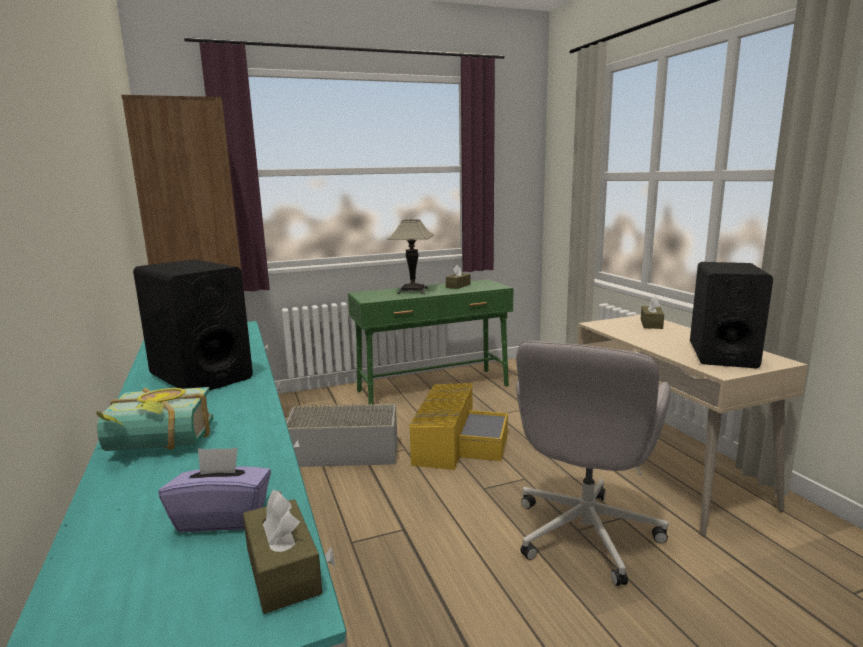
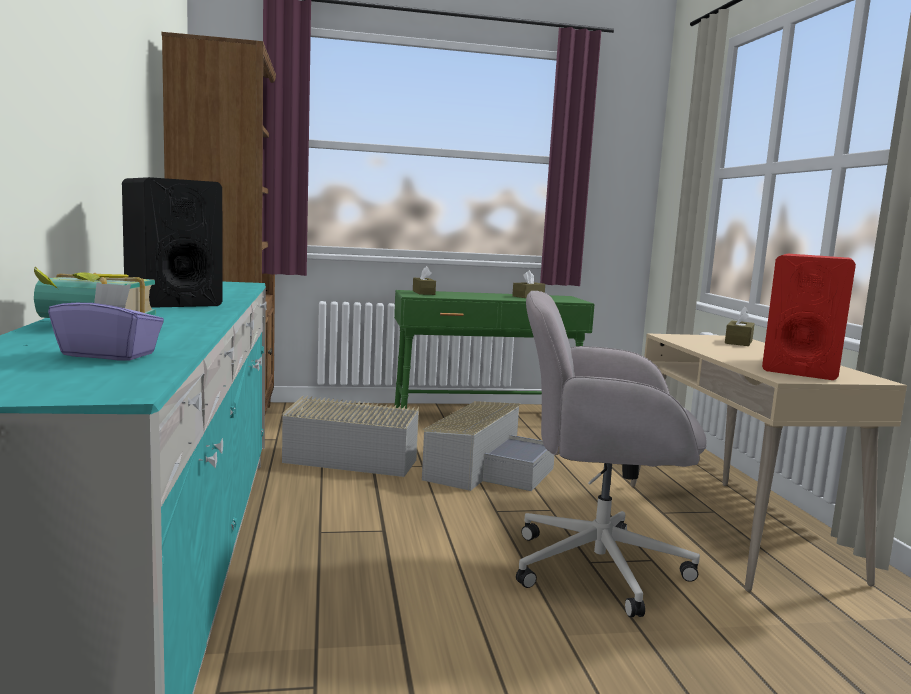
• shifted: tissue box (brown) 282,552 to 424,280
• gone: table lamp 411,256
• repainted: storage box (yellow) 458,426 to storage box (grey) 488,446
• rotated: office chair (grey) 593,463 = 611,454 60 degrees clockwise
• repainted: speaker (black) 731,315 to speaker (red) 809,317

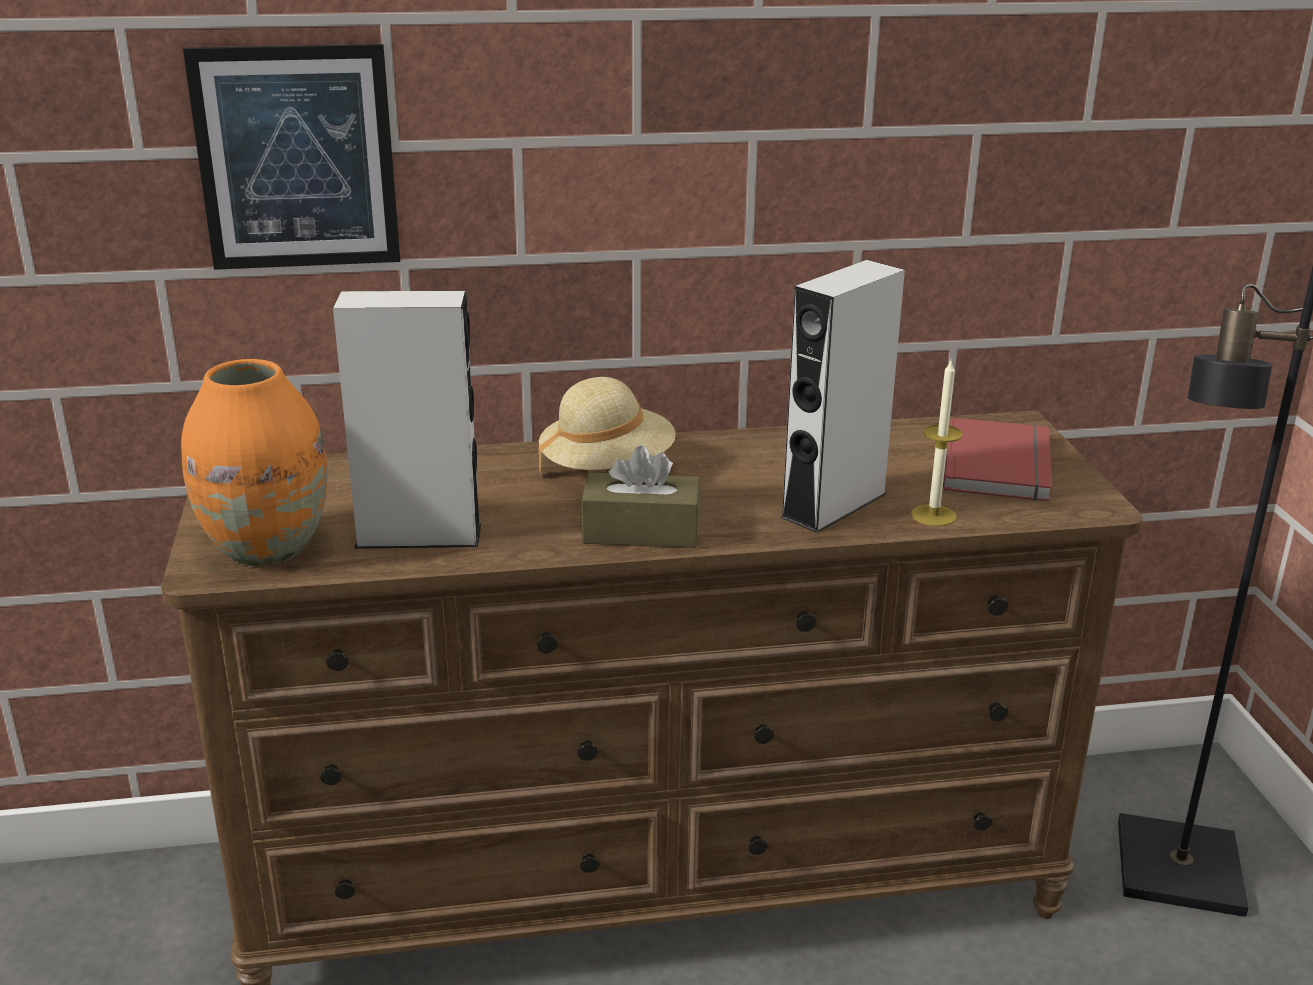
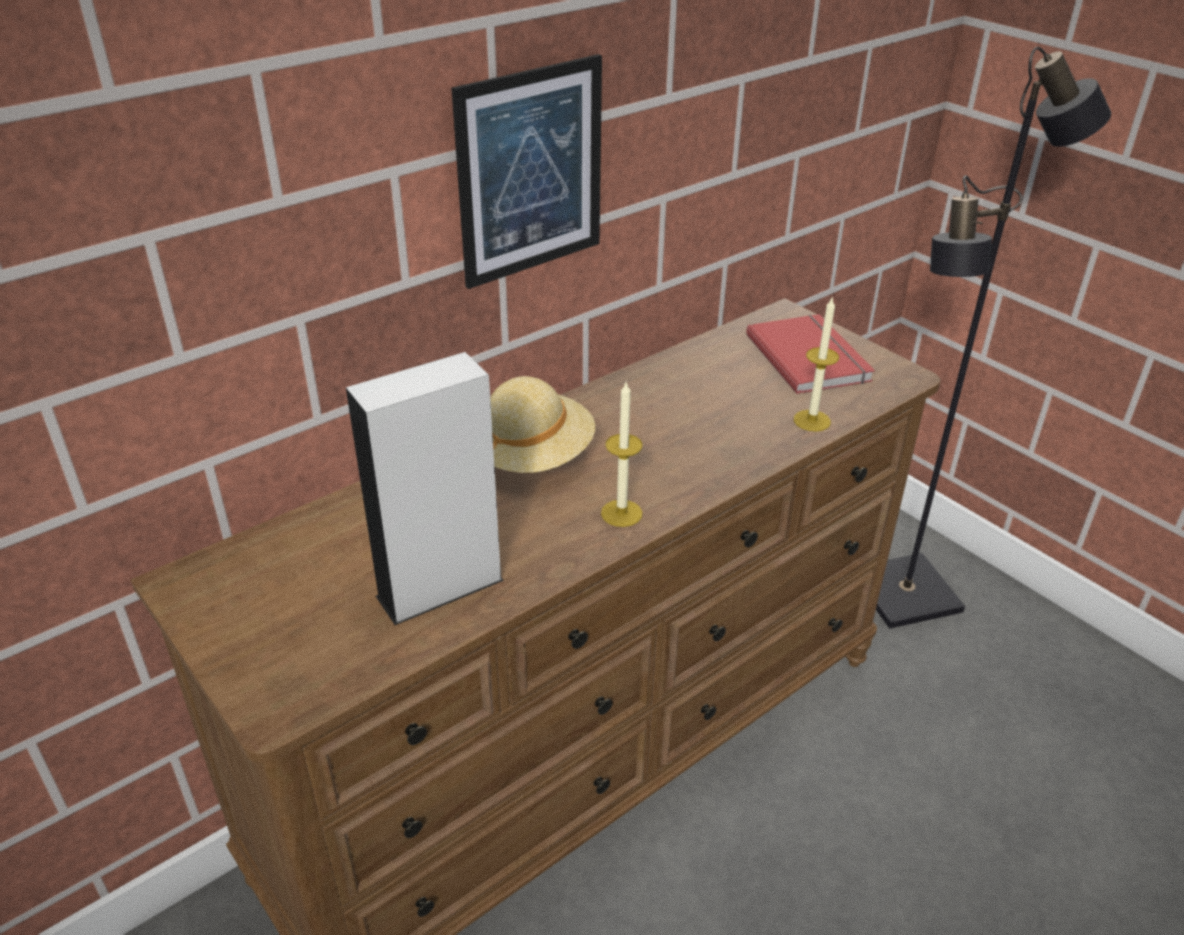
• gone: vase (orange) 254,462
• shifted: picture 291,157 to 526,171
• swapped: tissue box (brown) 641,496 to candle 622,454
• gone: speaker (grey) 842,396

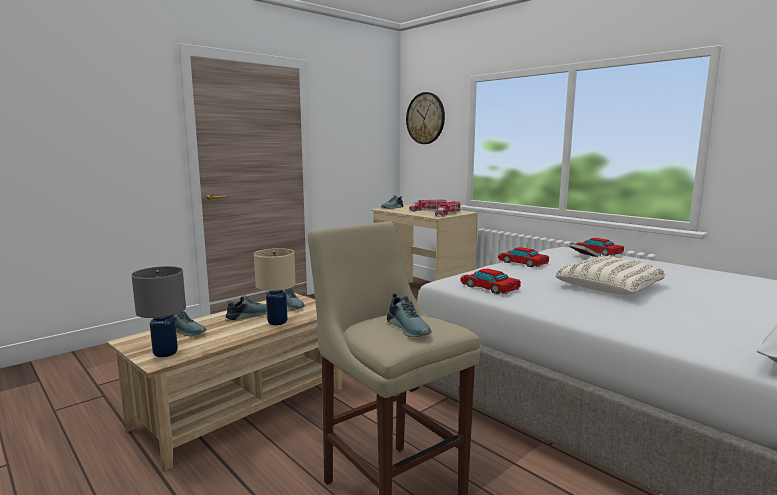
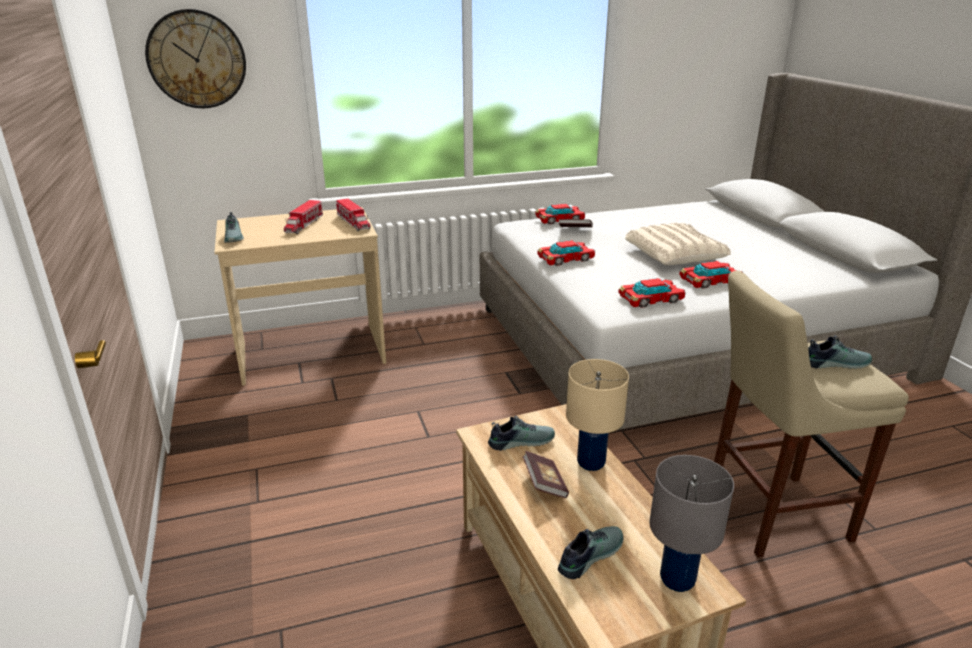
• swapped: shoe 246,307 to book 546,474
• new: toy car 710,275

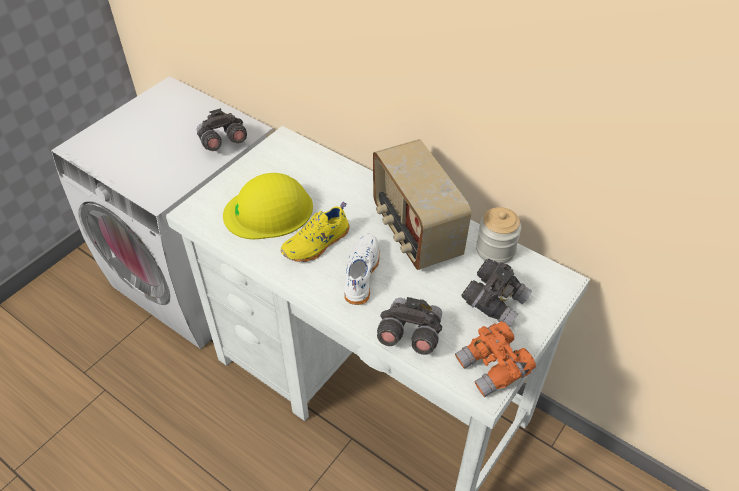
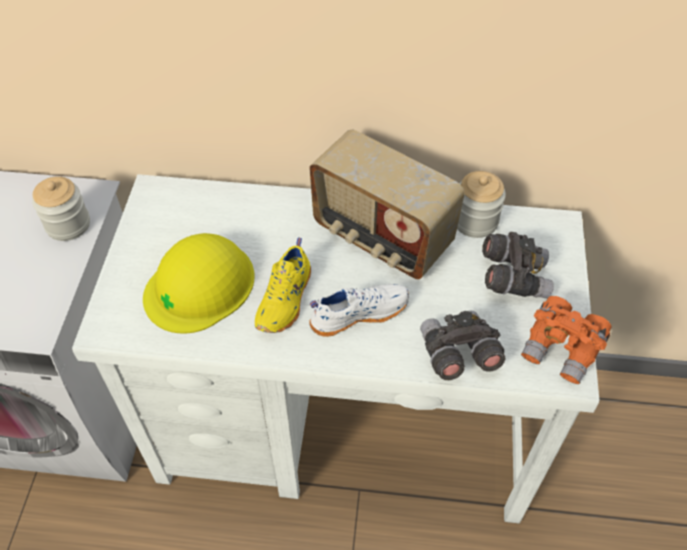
• swapped: binoculars (grey) 222,129 to jar 61,208
• rotated: shoe (white) 362,269 = 359,310 90 degrees clockwise

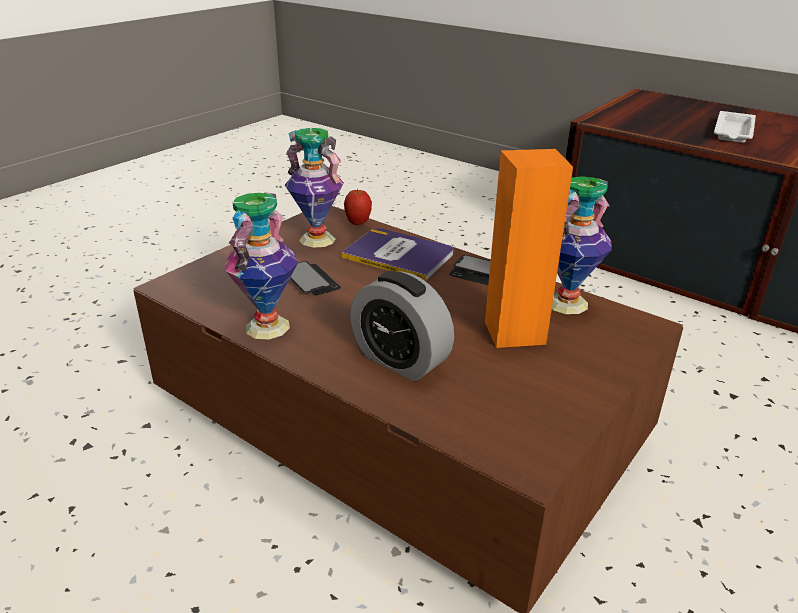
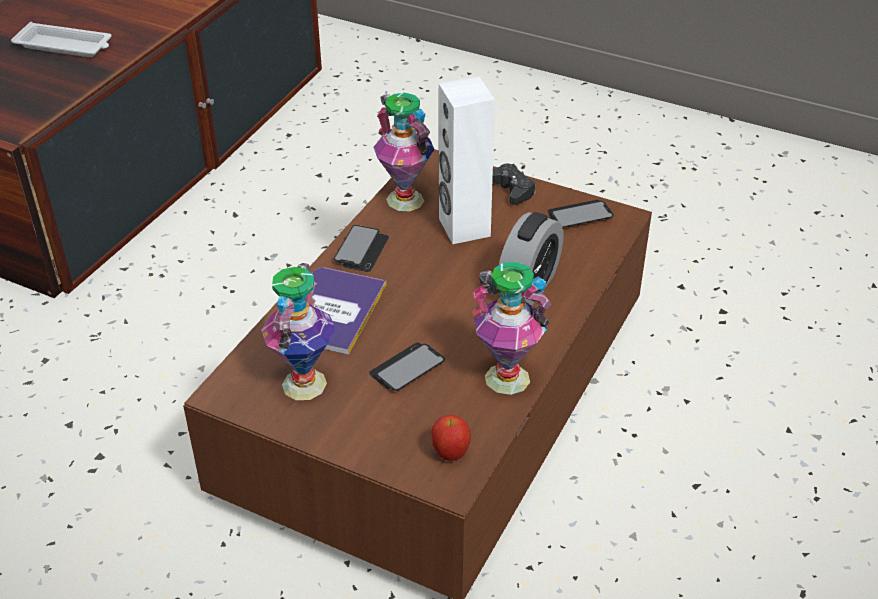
• shifted: apple 358,207 to 451,438
• repainted: speaker (orange) 529,248 to speaker (white) 467,160
• new: game controller (black) 513,184
• new: phone 580,214

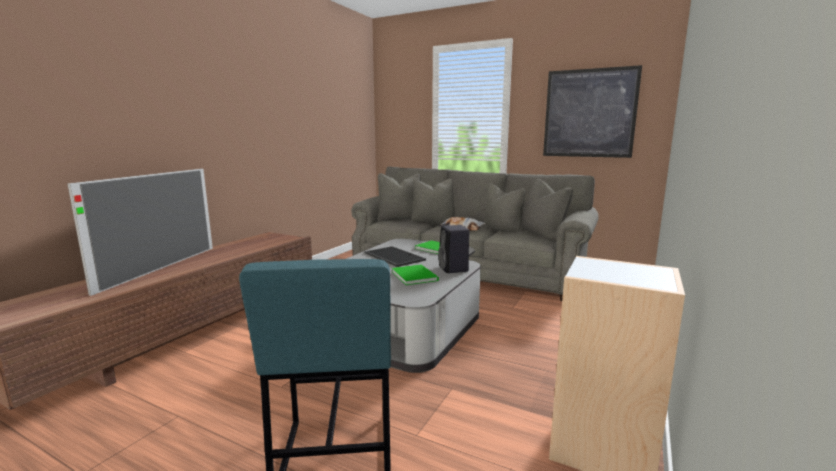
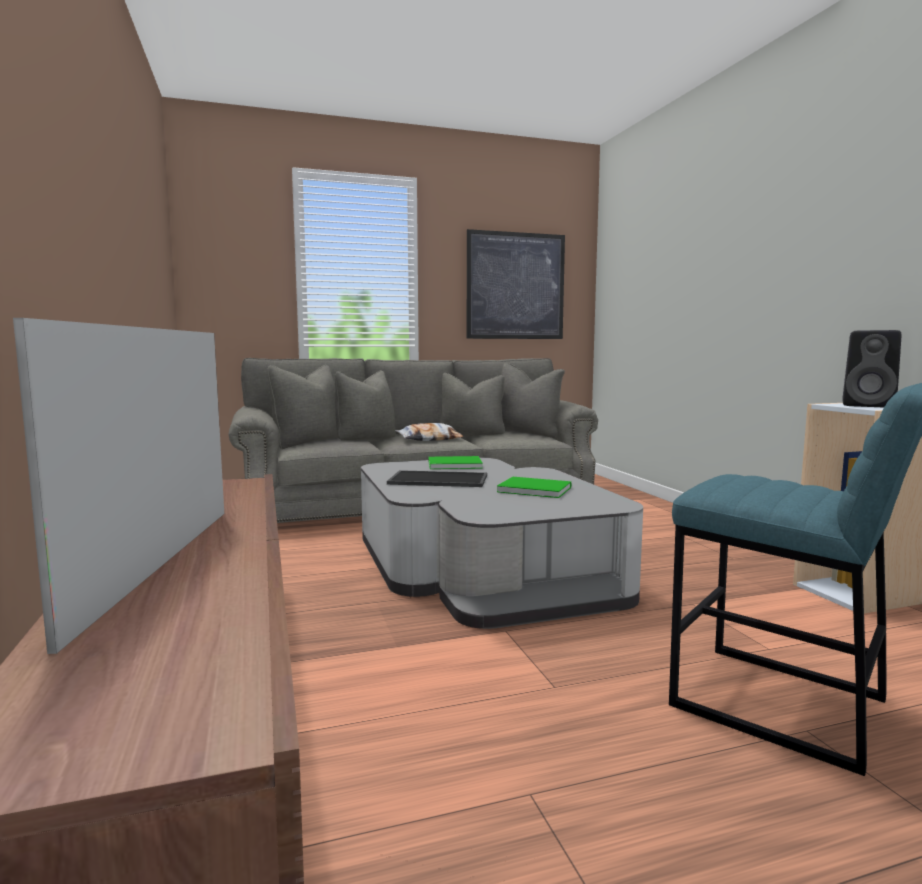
• rotated: television 140,232 = 118,486 150 degrees counterclockwise
• shifted: speaker (black) 453,249 to 871,368

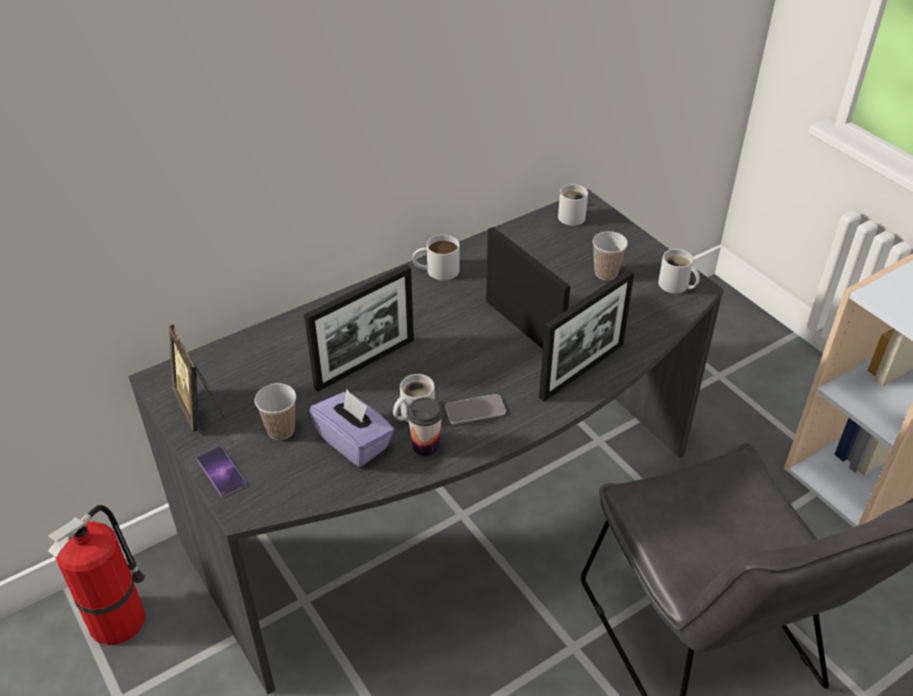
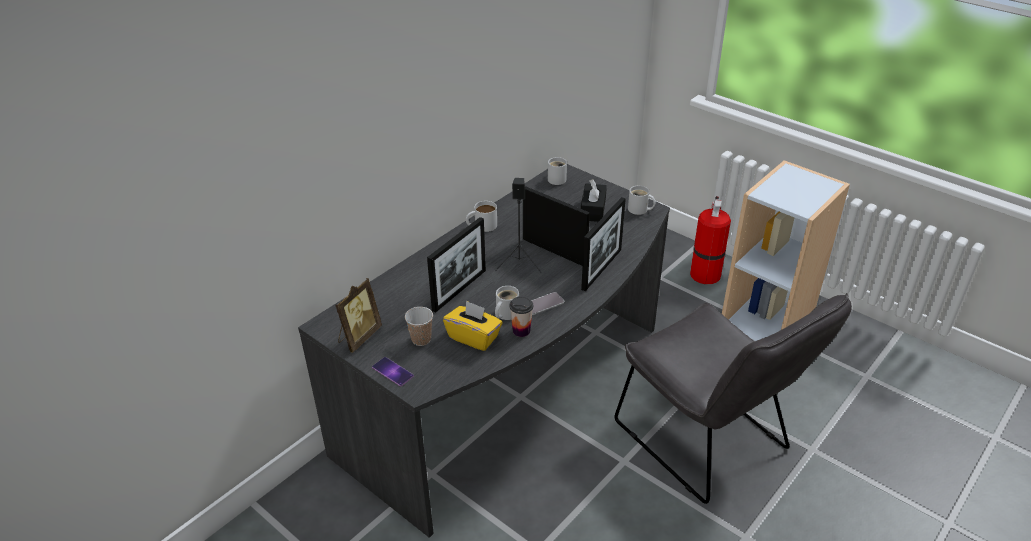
• shifted: fire extinguisher 96,575 to 710,240
• rotated: picture frame 196,378 = 358,315 105 degrees counterclockwise
• repainted: tissue box (purple) 351,428 to tissue box (yellow) 472,325
• swapped: cup 610,255 to tissue box (black) 594,200
• new: speaker (black) 518,225

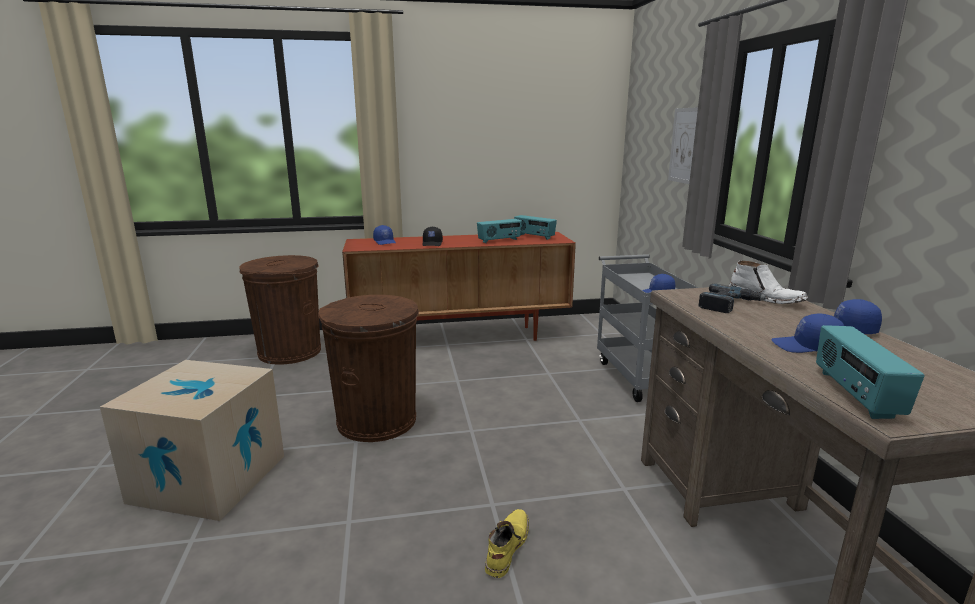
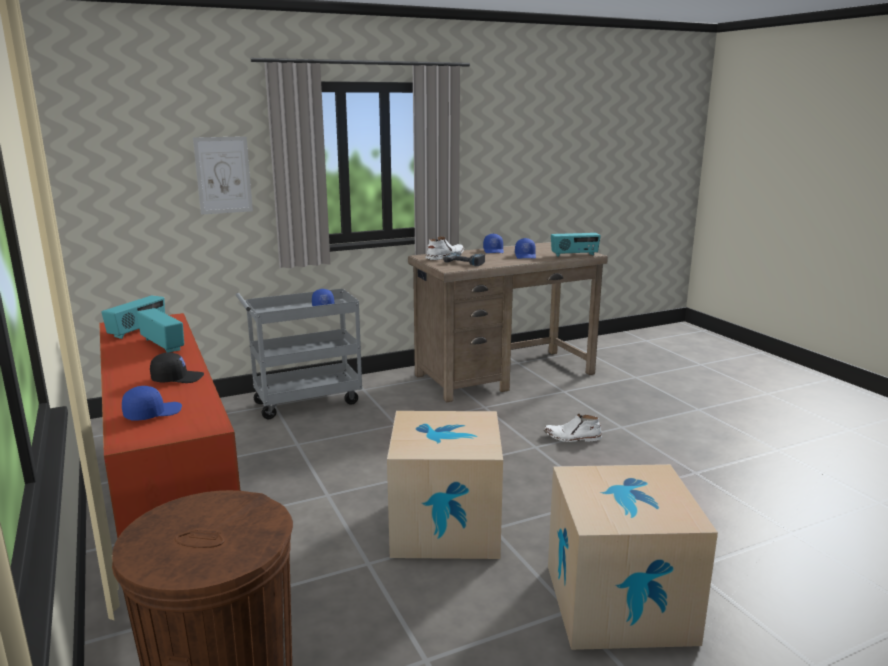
• swapped: trash can (brown) 368,368 to cardboard box 445,485
• repainted: boot (yellow) 507,543 to boot (white) 573,428

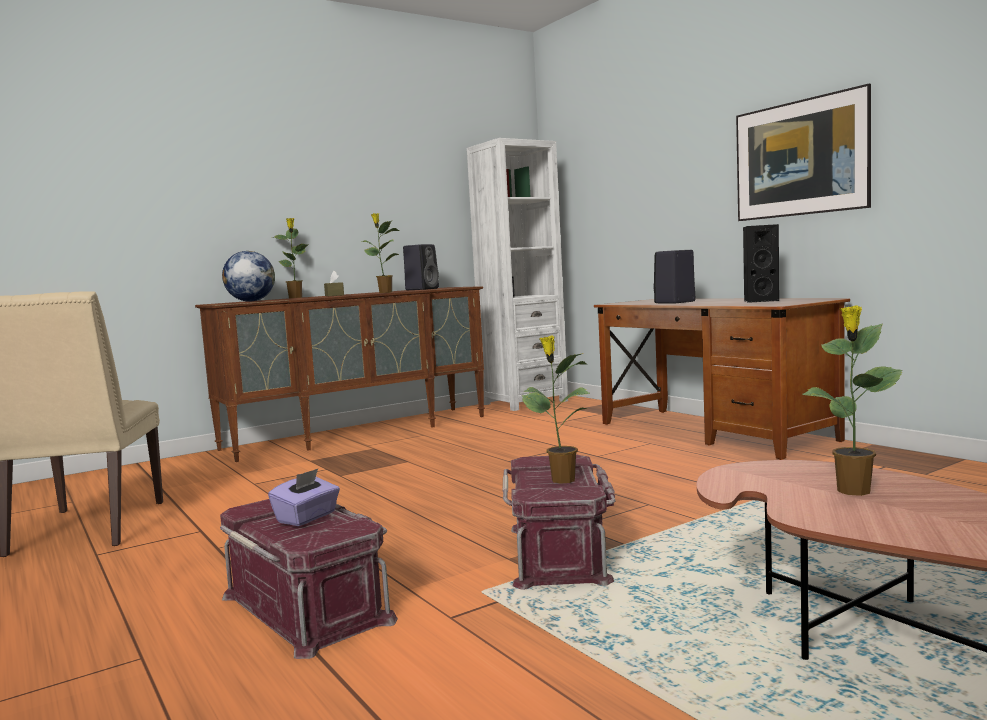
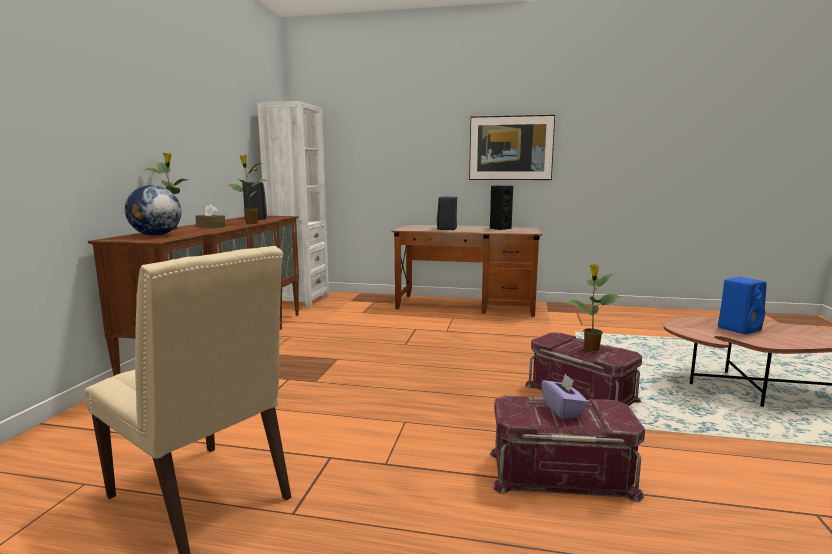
• swapped: potted plant 852,400 to speaker (blue) 742,305

